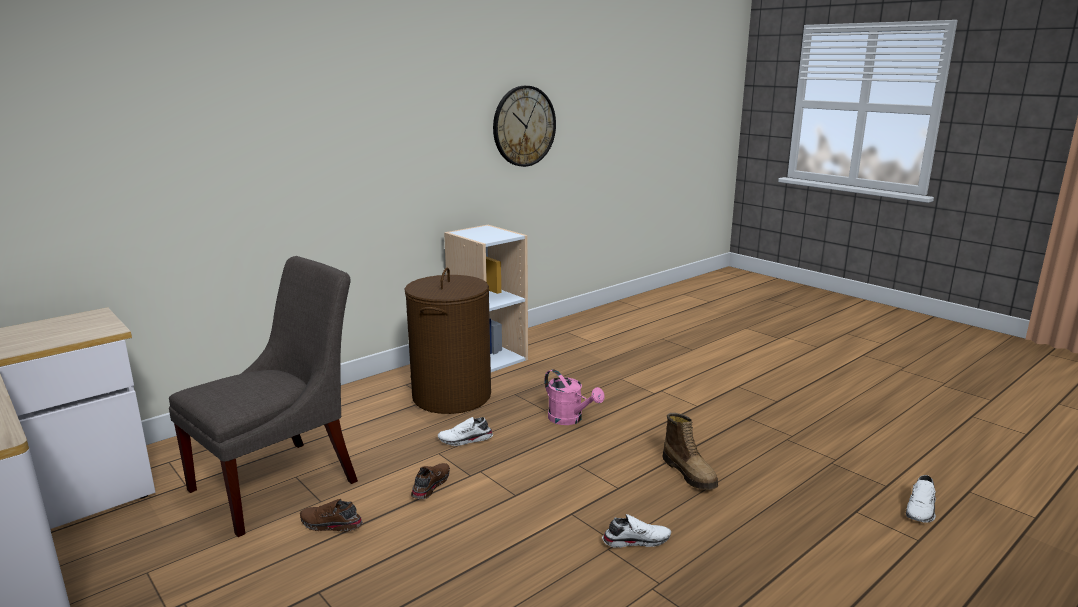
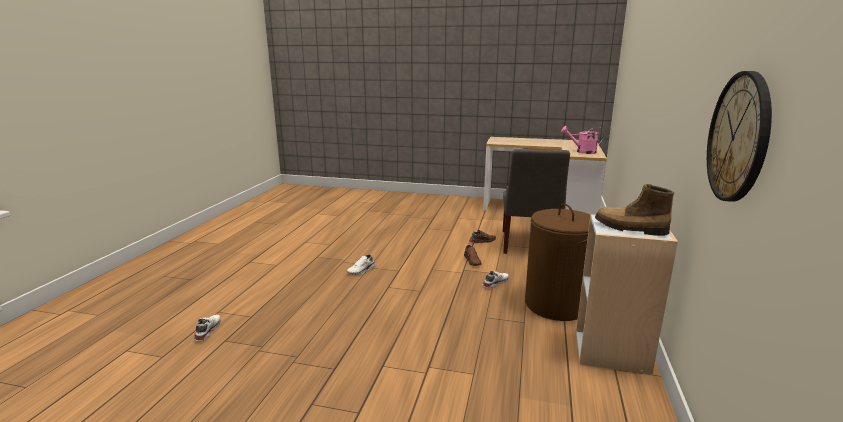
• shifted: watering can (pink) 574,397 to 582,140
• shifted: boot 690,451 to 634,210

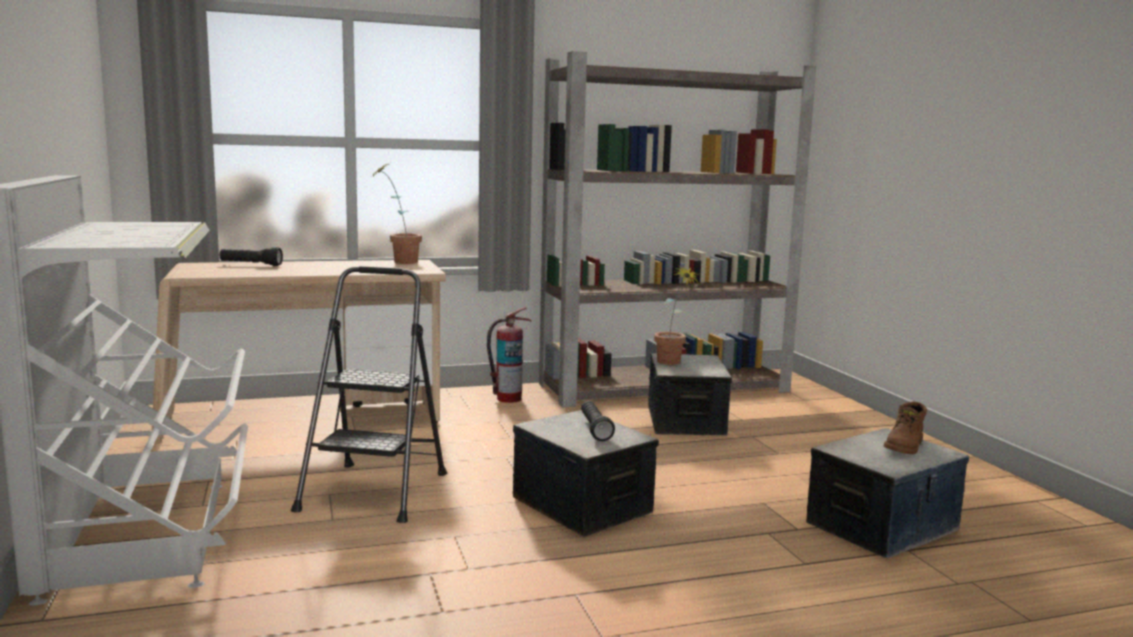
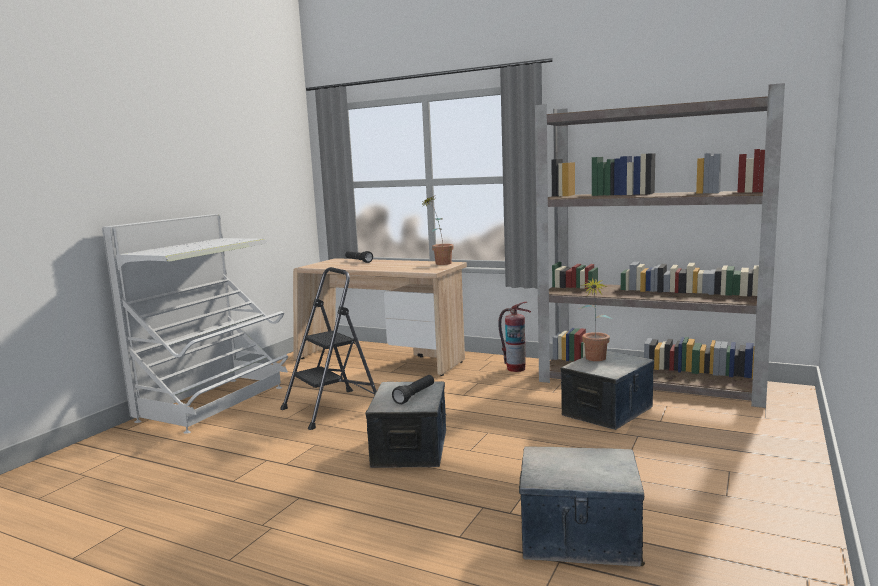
• gone: boot (brown) 905,428

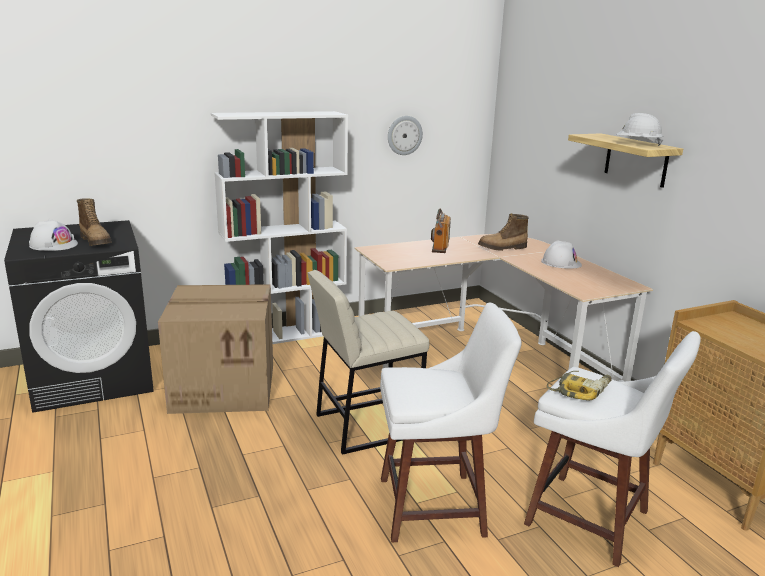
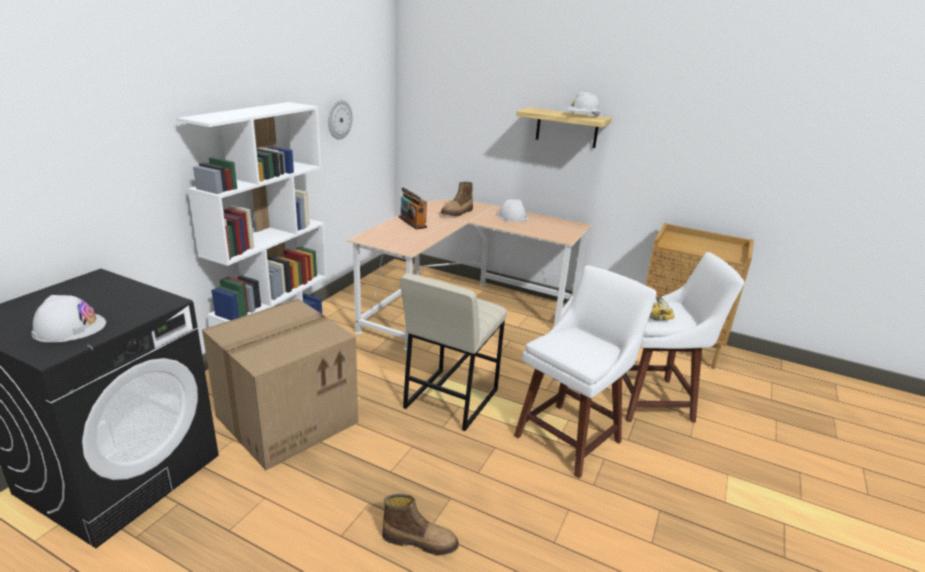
• shifted: boot 94,222 to 420,524

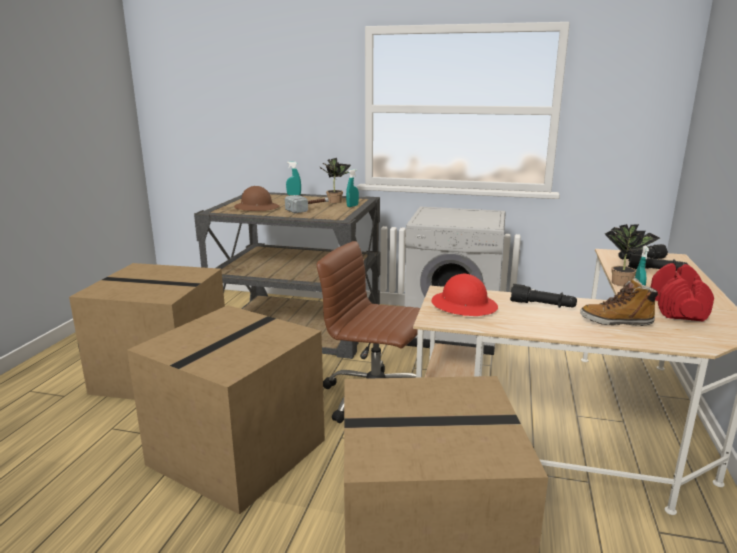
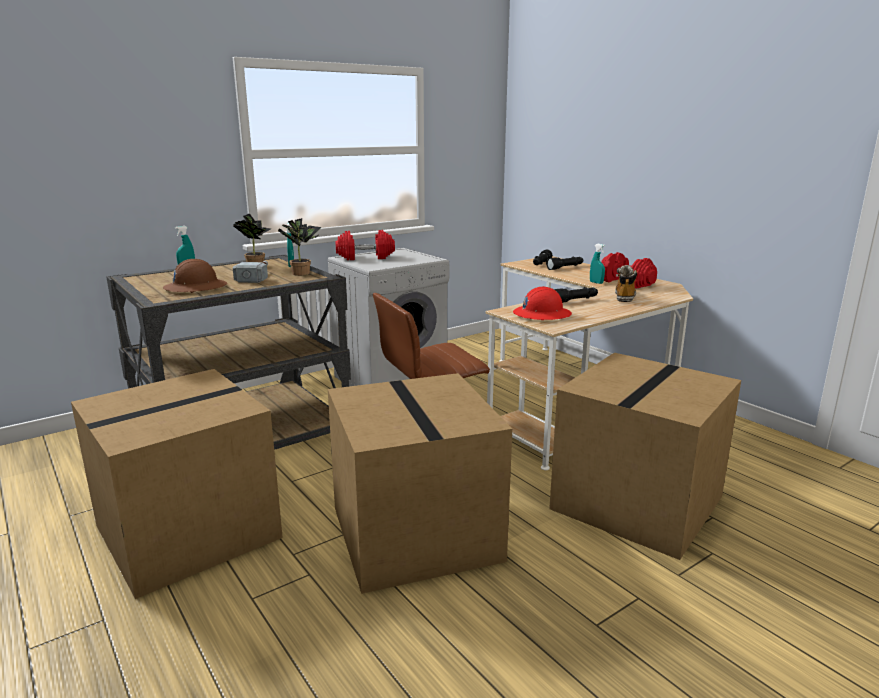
• rotated: boot 619,302 = 626,283 150 degrees clockwise
• shifted: potted plant 632,255 to 300,247
• new: dumbbell (red) 365,245

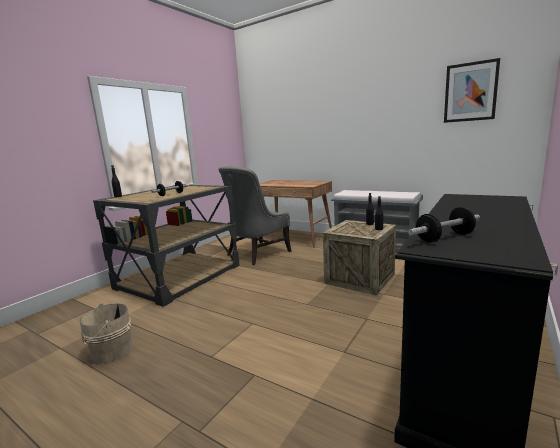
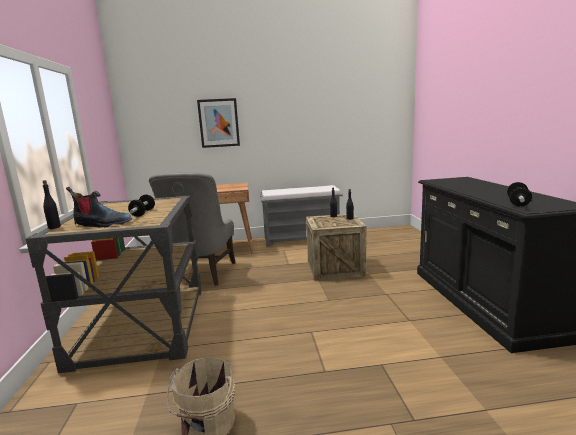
• shifted: picture 472,90 to 218,123
• new: boot 99,207

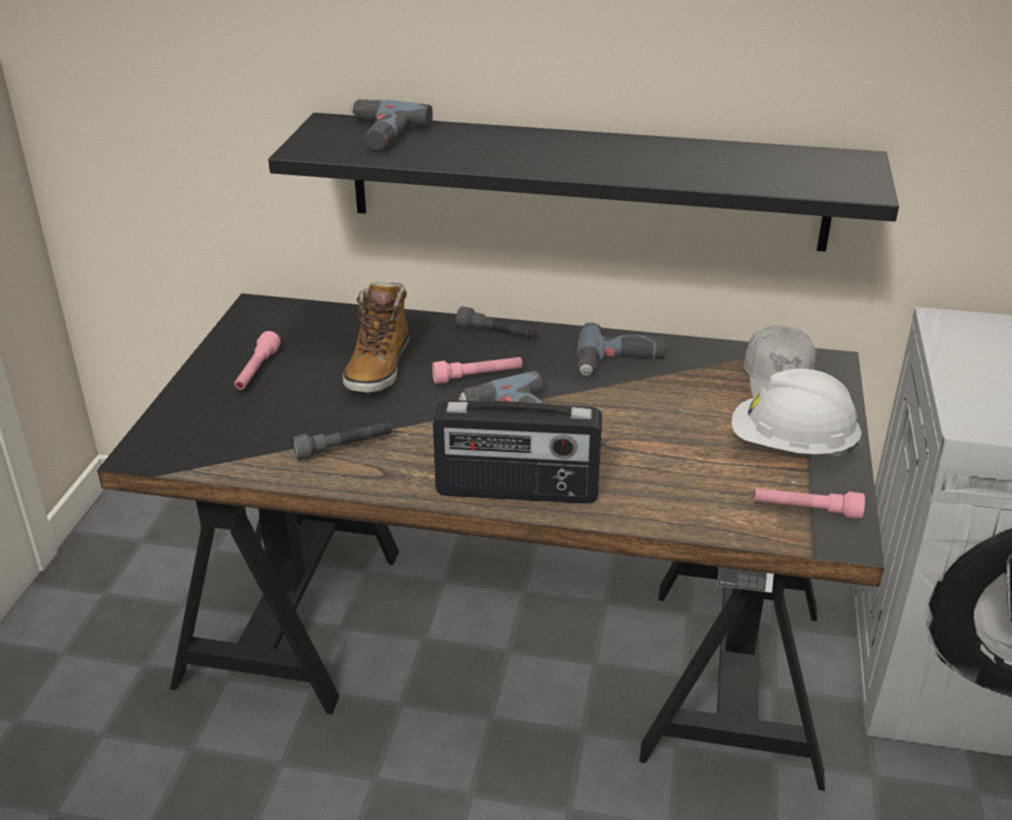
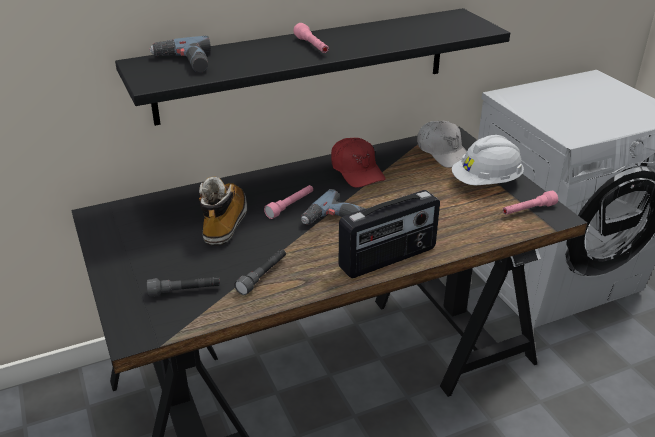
• shifted: flashlight (pink) 257,360 to 311,38
• rotated: boot 376,337 = 223,211 150 degrees counterclockwise
• shifted: flashlight (grey) 496,322 to 183,287
• swapped: power drill 621,349 to cap (red) 358,163

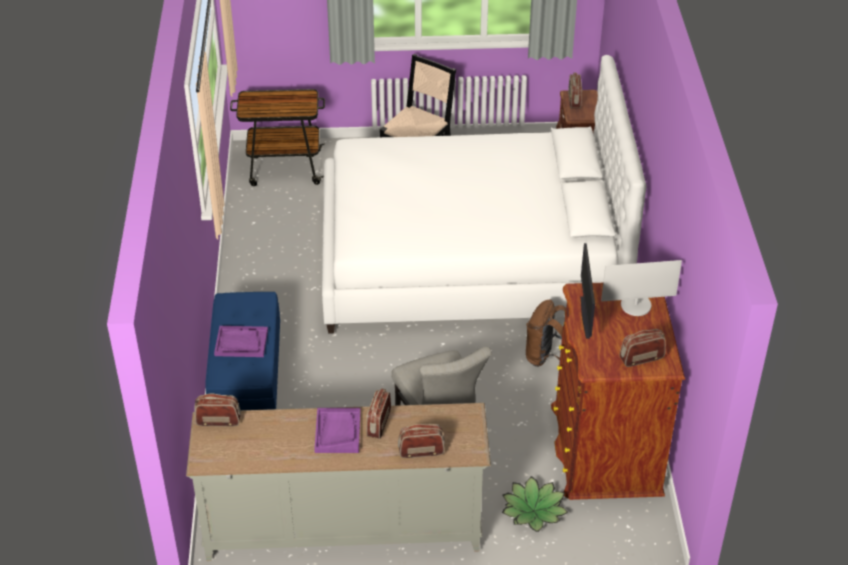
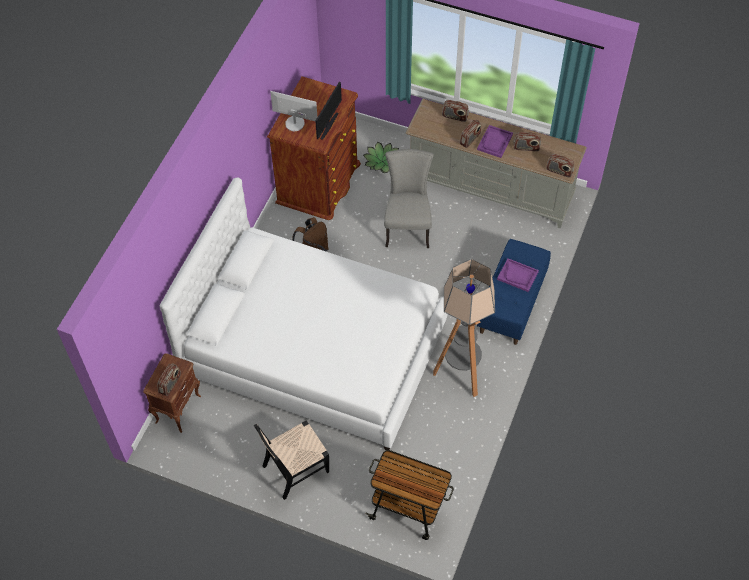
• shifted: radio 643,348 to 527,141
• new: floor lamp 464,328

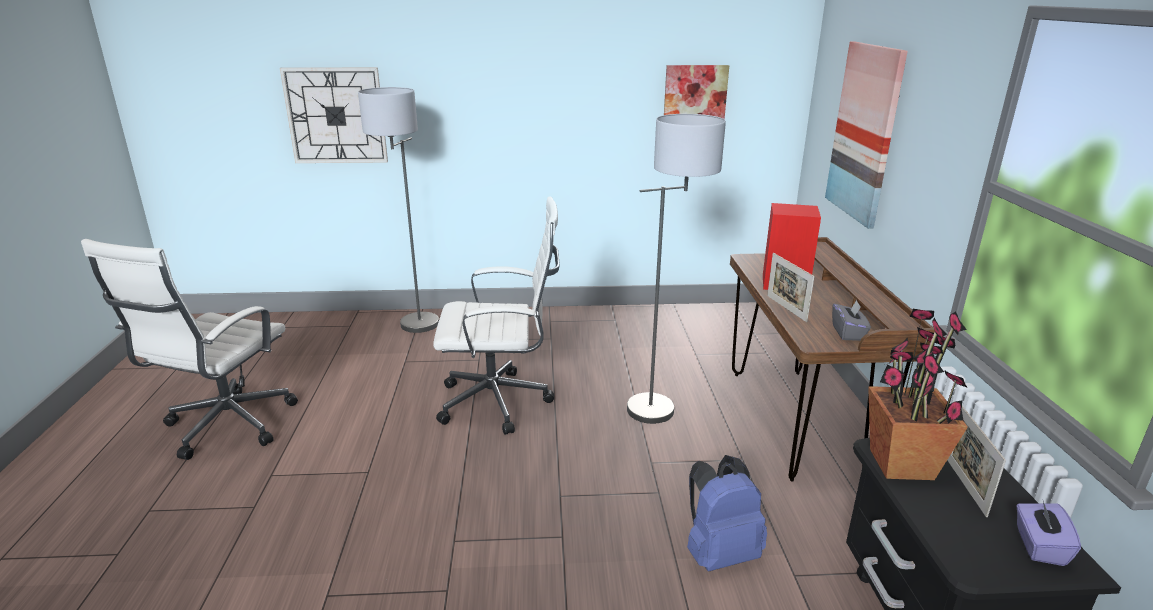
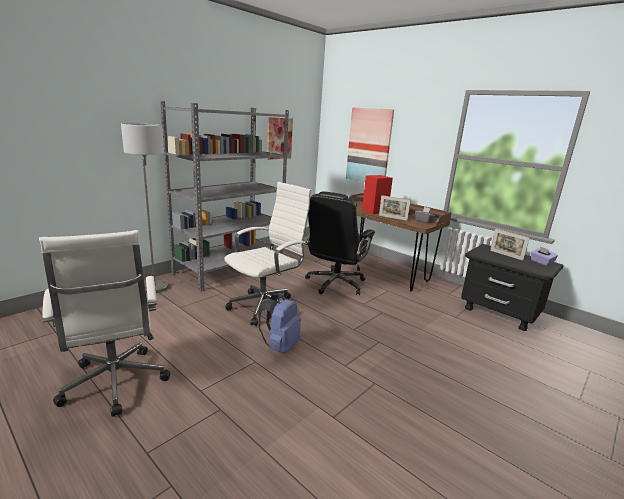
• gone: wall clock 334,115
• swapped: floor lamp (grey) 676,269 to office chair (black) 340,243
• shifted: backpack (blue) 727,513 to 279,324
• gone: potted plant 918,394
• new: bookcase (grey) 224,196

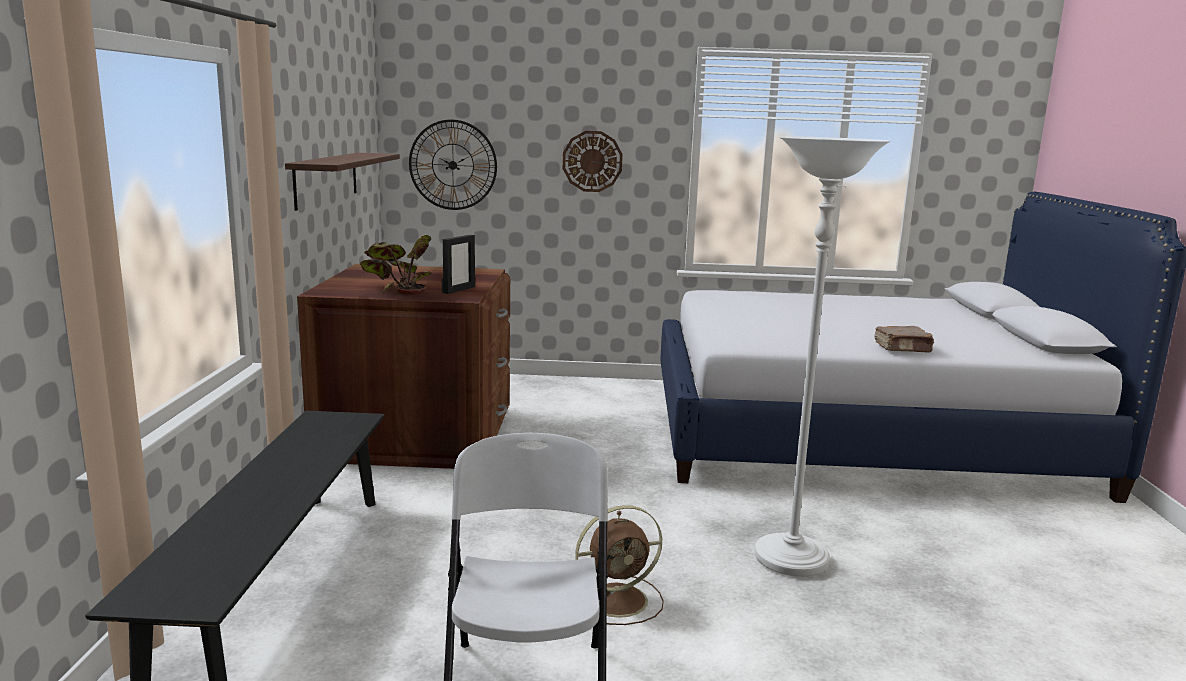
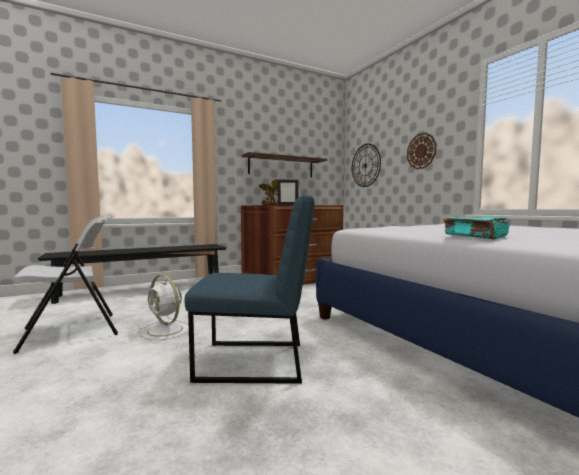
• repainted: fan (brown) 619,565 to fan (white) 164,307
• swapped: floor lamp (white) 822,356 to chair (blue) 250,289
• repainted: book (brown) 904,339 to book (turquoise) 476,228

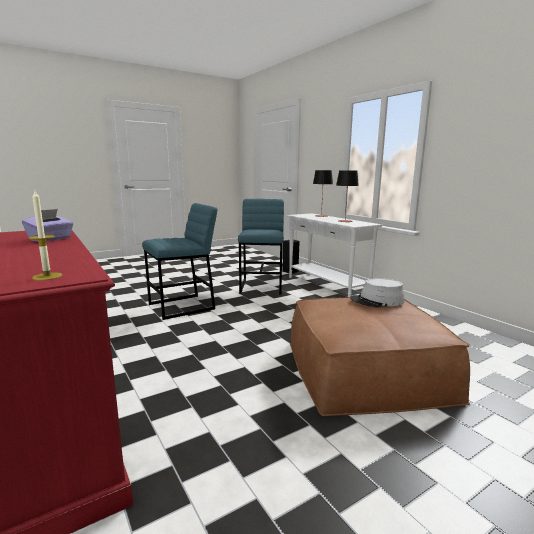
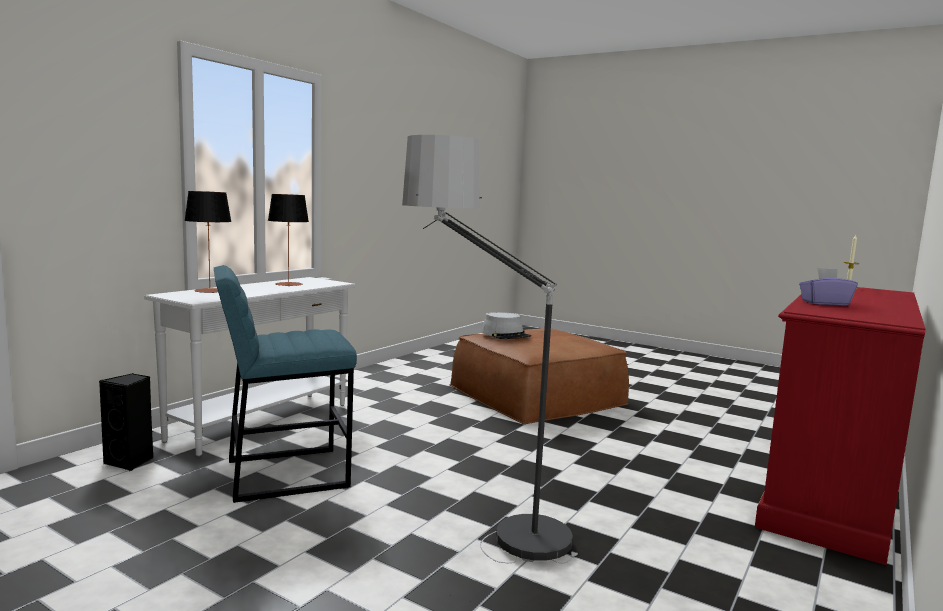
• swapped: stool (blue) 180,261 to floor lamp 490,349

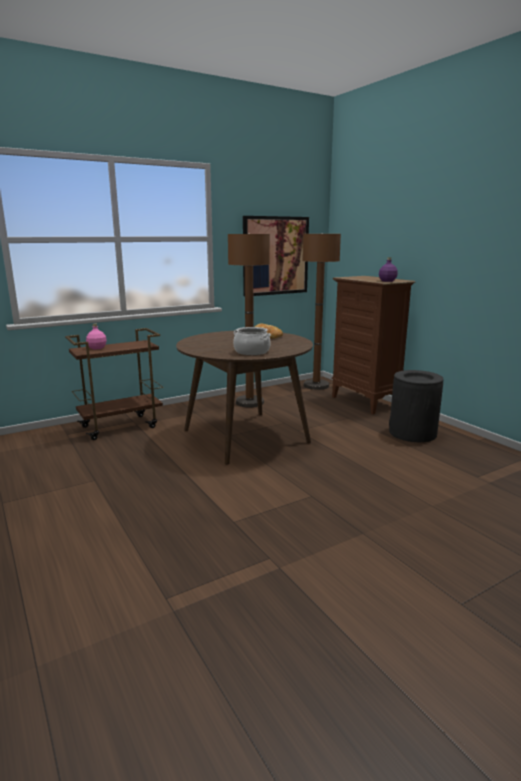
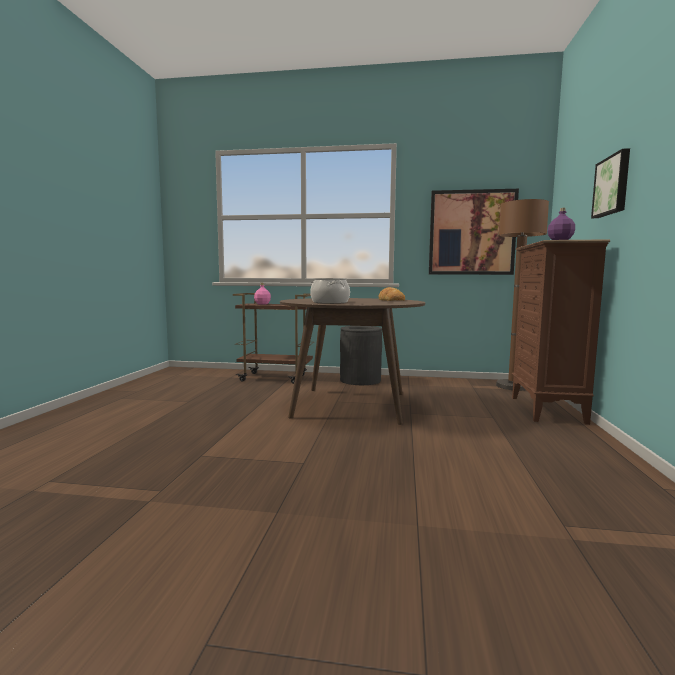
• gone: floor lamp (brown) 249,320
• shifted: trash can (black) 416,406 to 361,355
• new: picture 610,183

